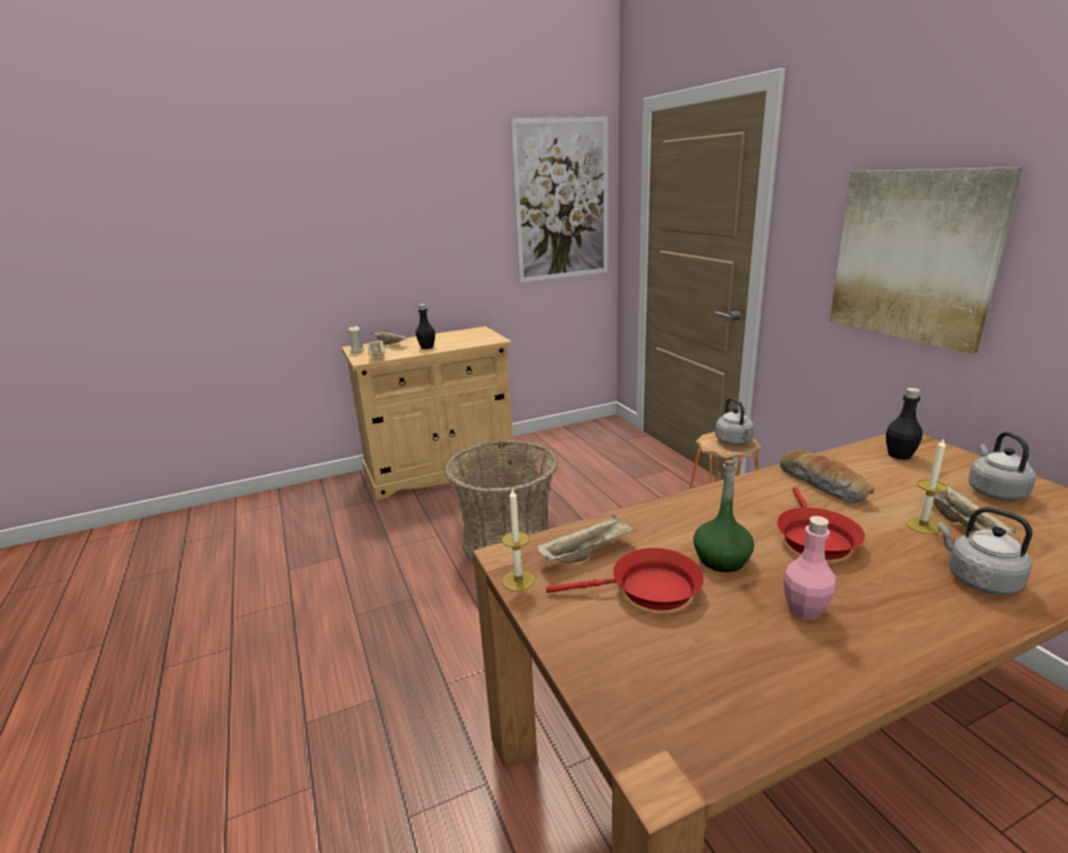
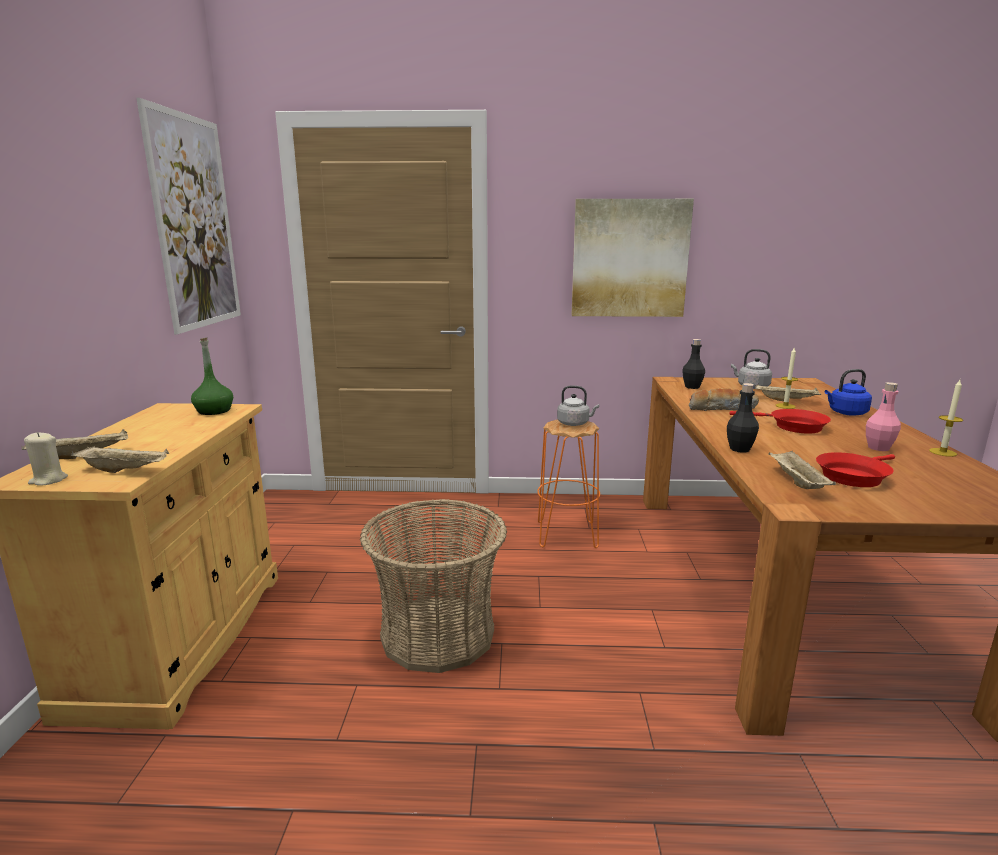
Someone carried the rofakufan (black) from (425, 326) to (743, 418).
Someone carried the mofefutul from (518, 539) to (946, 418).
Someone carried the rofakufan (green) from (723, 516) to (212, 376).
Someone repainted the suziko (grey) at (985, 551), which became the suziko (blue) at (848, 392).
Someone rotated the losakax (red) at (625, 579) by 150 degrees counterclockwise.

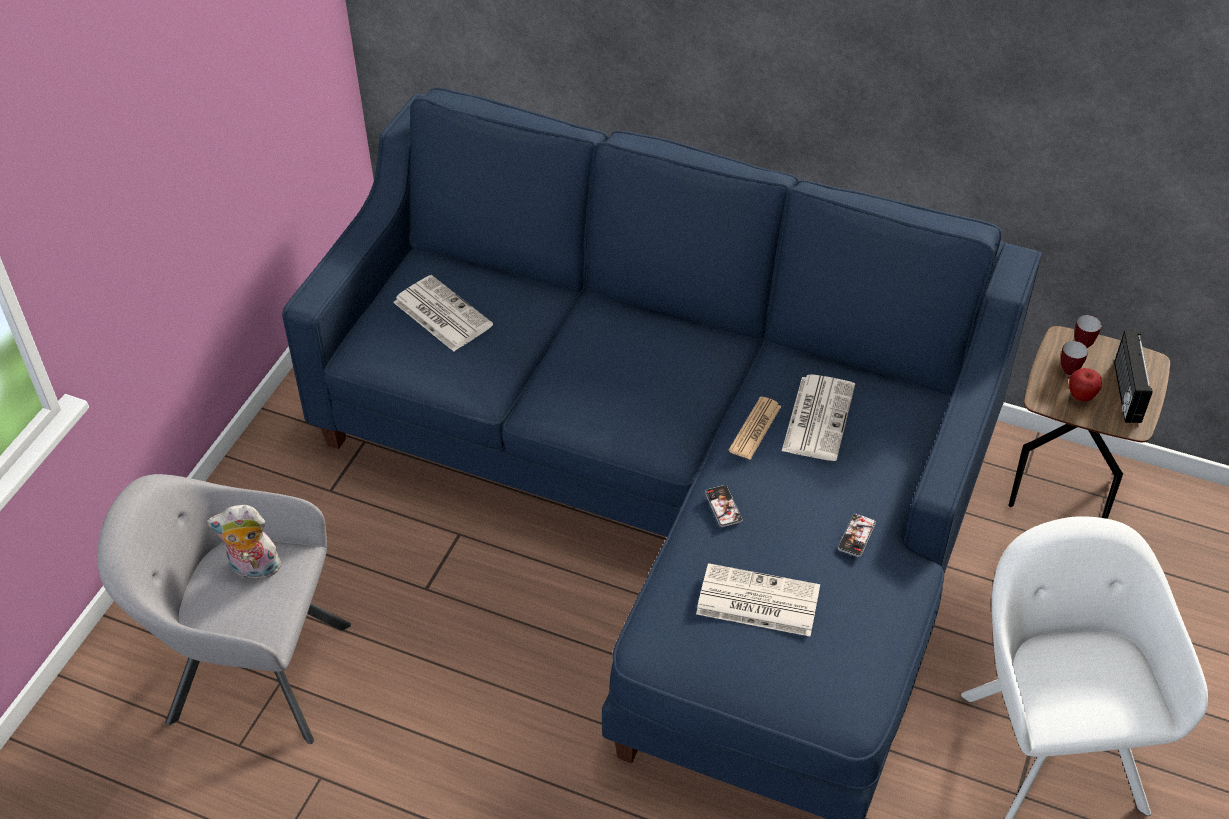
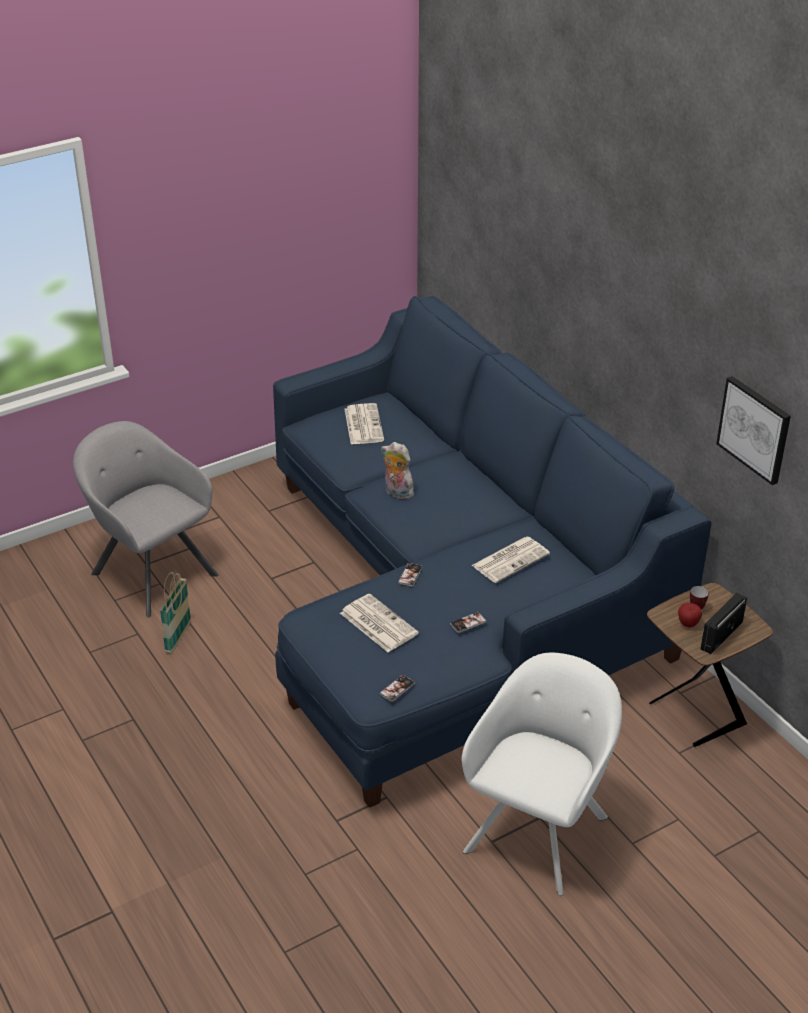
Someone took away the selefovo at (755, 428).
Someone took away the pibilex at (1088, 331).
Someone put down the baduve at (175, 612).
Someone put down the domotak at (397, 688).
Someone put up the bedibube at (753, 430).
Someone carried the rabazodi from (245, 542) to (397, 470).

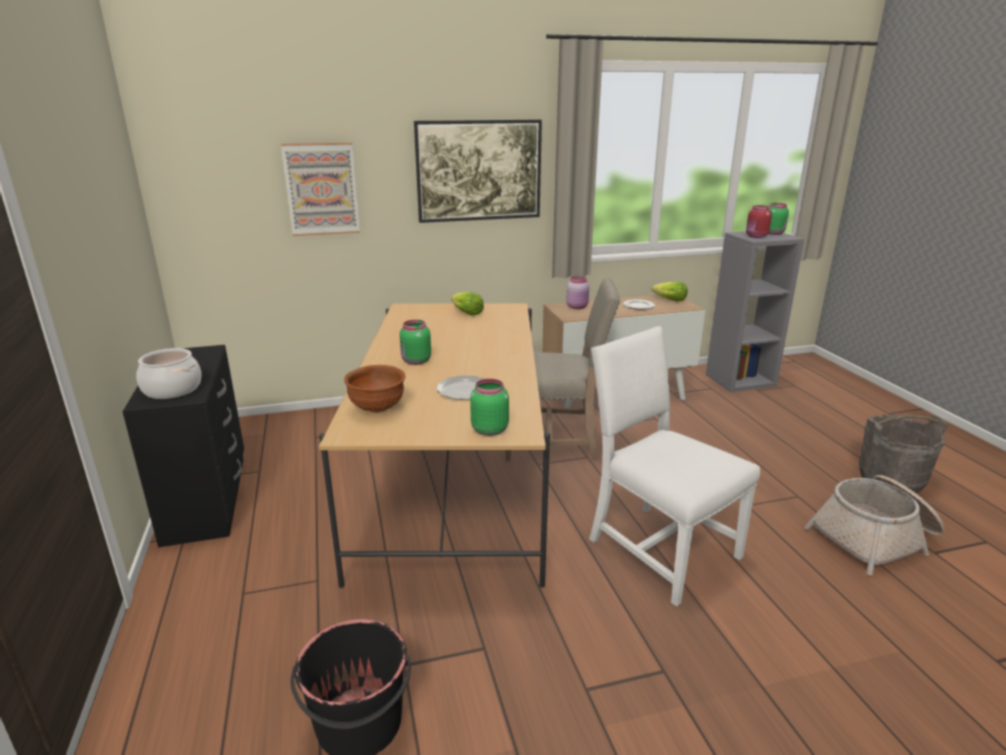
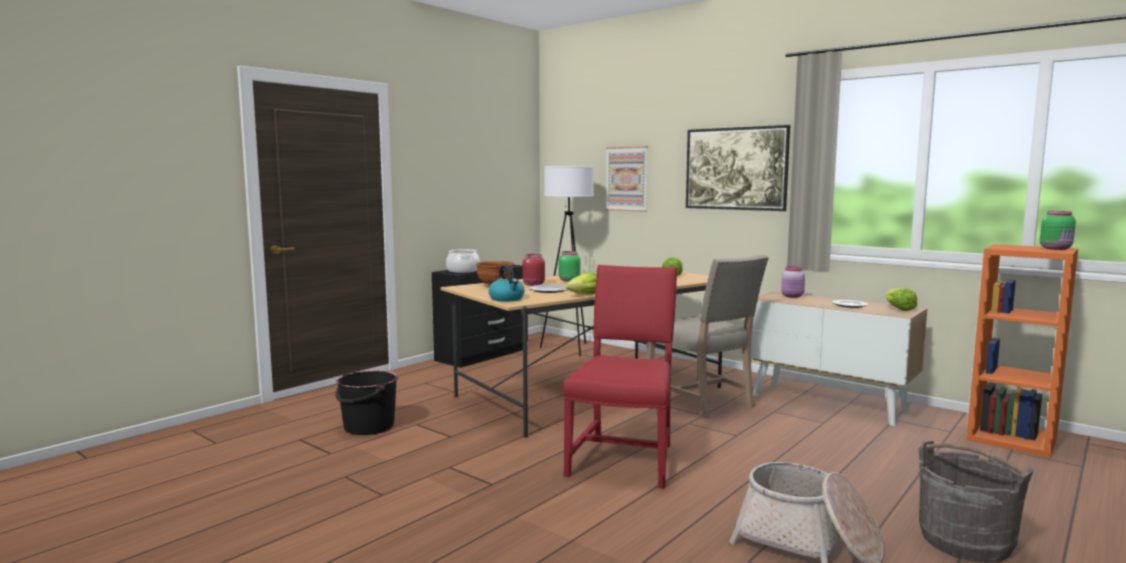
Someone put down the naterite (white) at (567, 261).
Someone put down the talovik at (581, 283).
Someone carried the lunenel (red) from (759, 221) to (533, 270).
Someone swapped the lunenel (green) at (489, 407) for the suziko at (507, 283).
Someone repainted the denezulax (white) at (674, 466), which became the denezulax (red) at (620, 377).
Someone repainted the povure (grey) at (755, 311), which became the povure (orange) at (1022, 351).

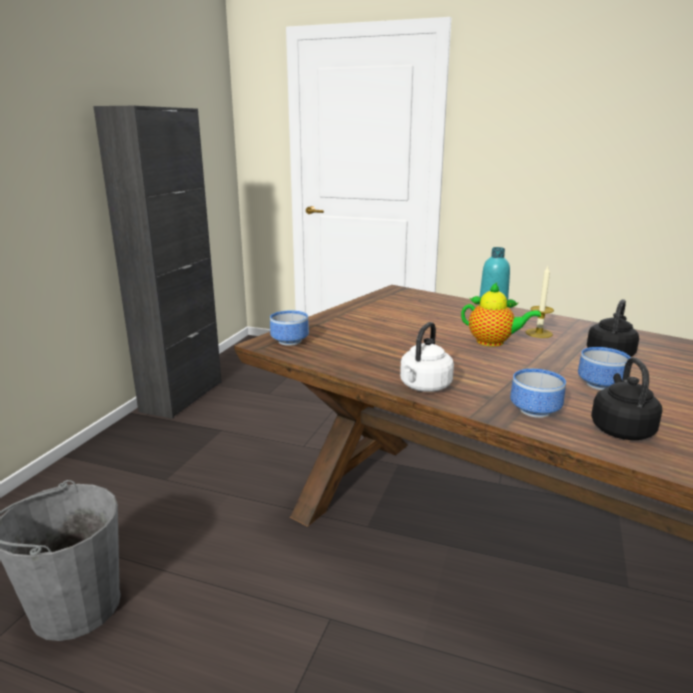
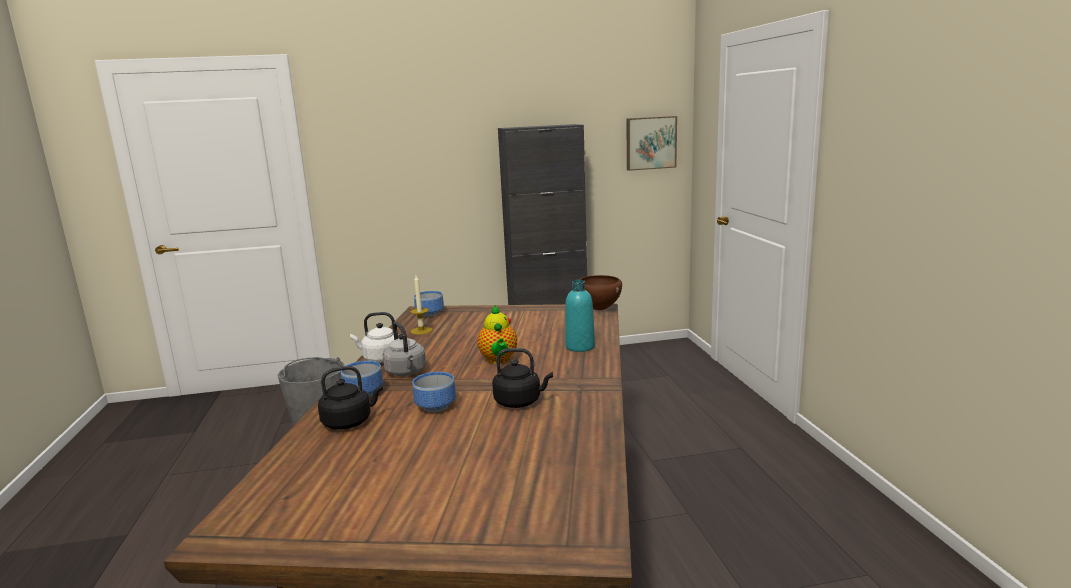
Someone put down the suziko (grey) at (404, 349).
Someone put down the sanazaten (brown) at (601, 292).
Someone put up the bedibube at (652, 143).
Someone carried the mofefutul from (540, 302) to (421, 305).

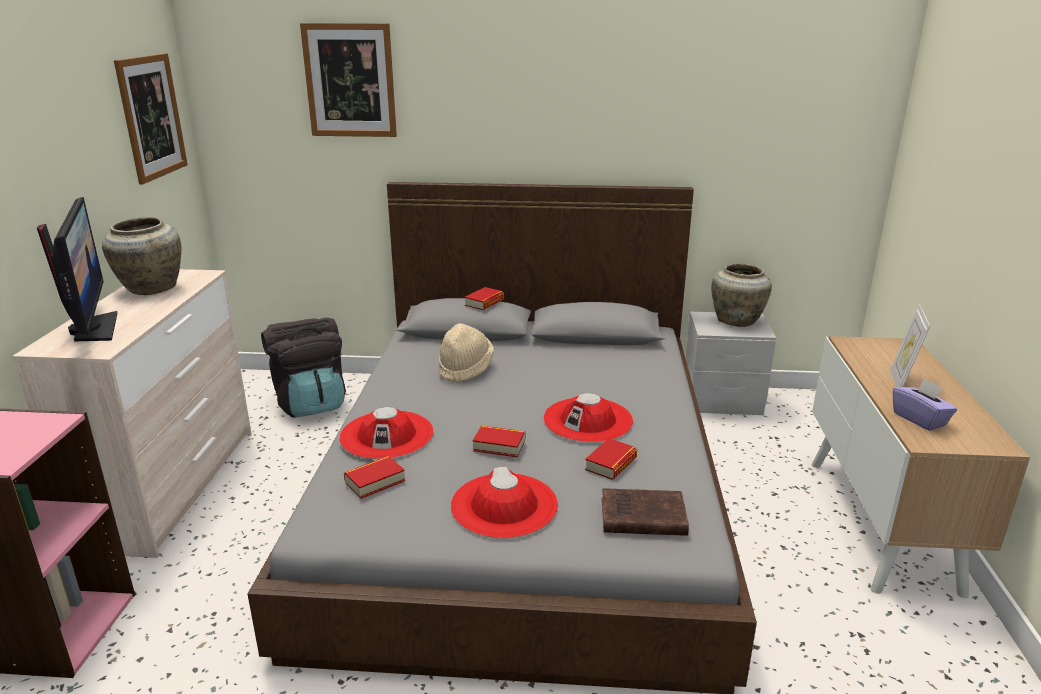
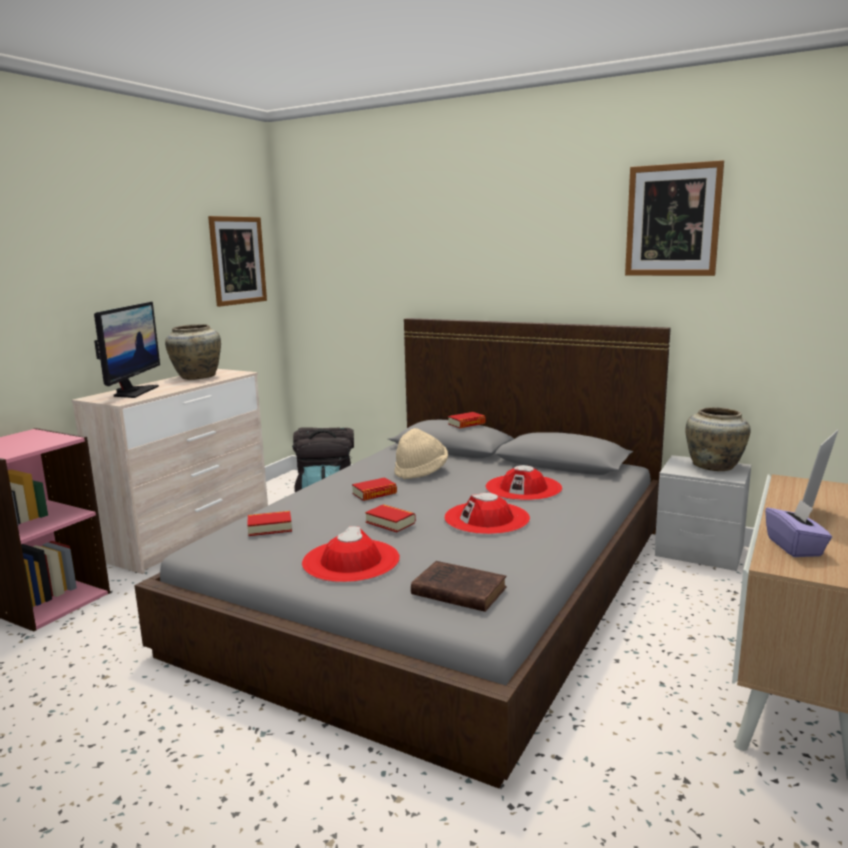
Someone carried the bedibube from (348, 80) to (674, 218).
Someone carried the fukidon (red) from (386, 433) to (524, 483).
Someone carried the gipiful from (611, 459) to (374, 489).

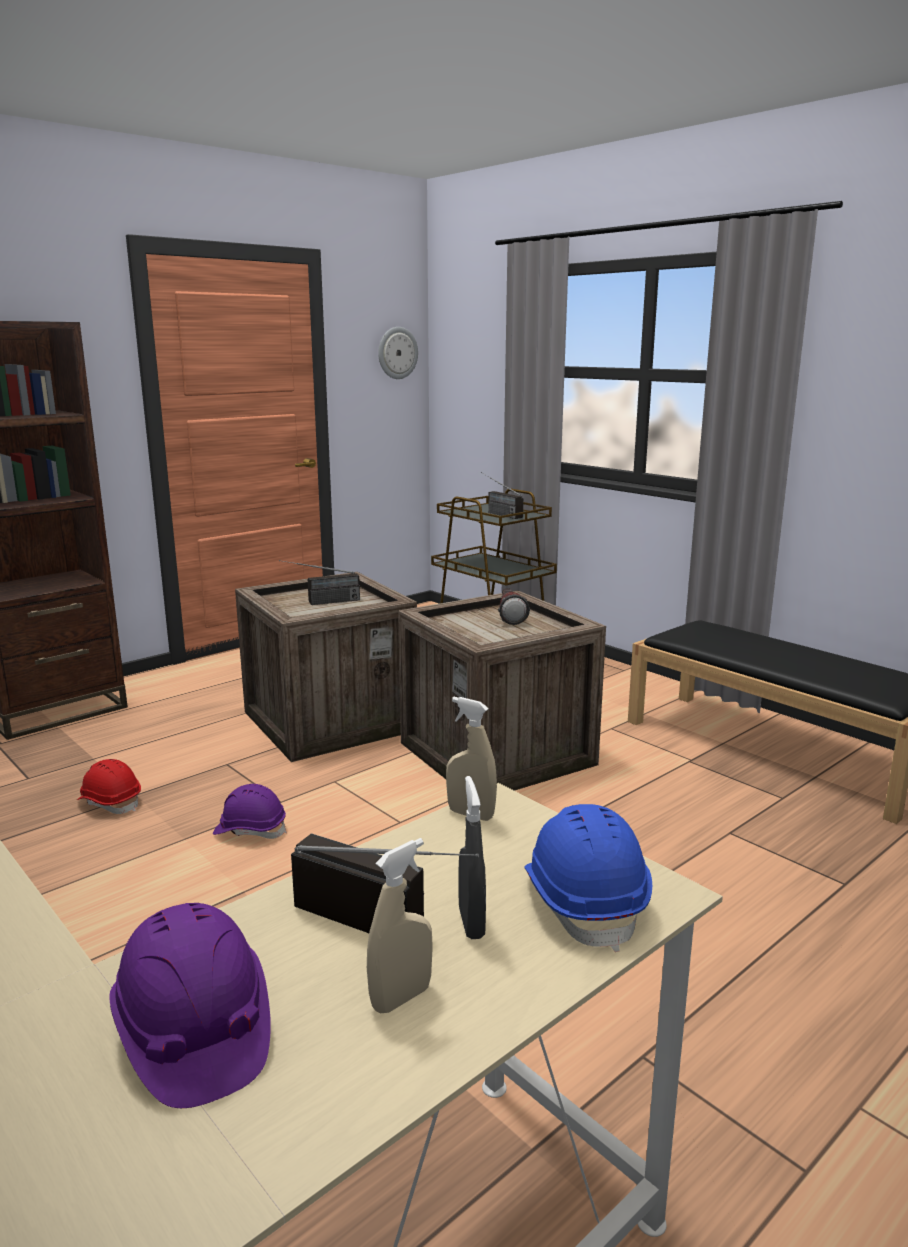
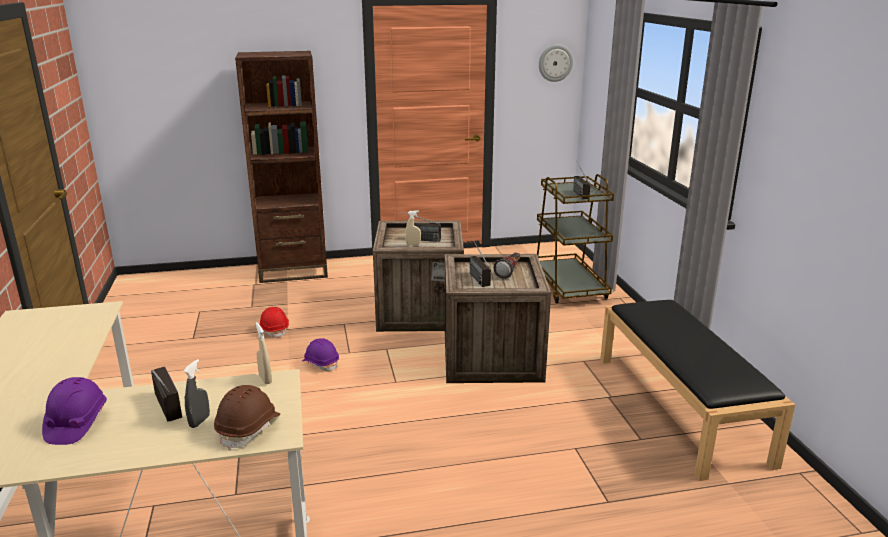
Someone put down the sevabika at (480, 261).
Someone carried the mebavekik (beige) from (400, 925) to (413, 228).
Someone repainted the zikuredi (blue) at (588, 878), which became the zikuredi (brown) at (247, 418).

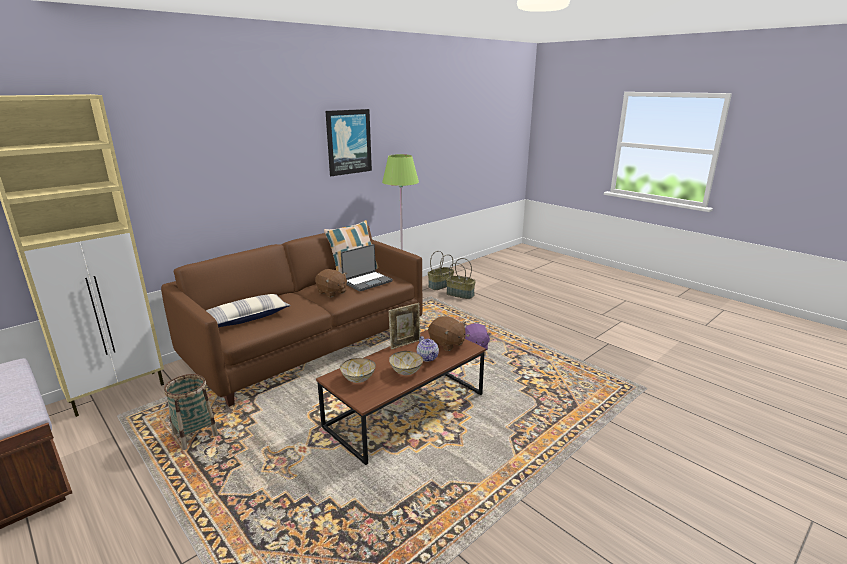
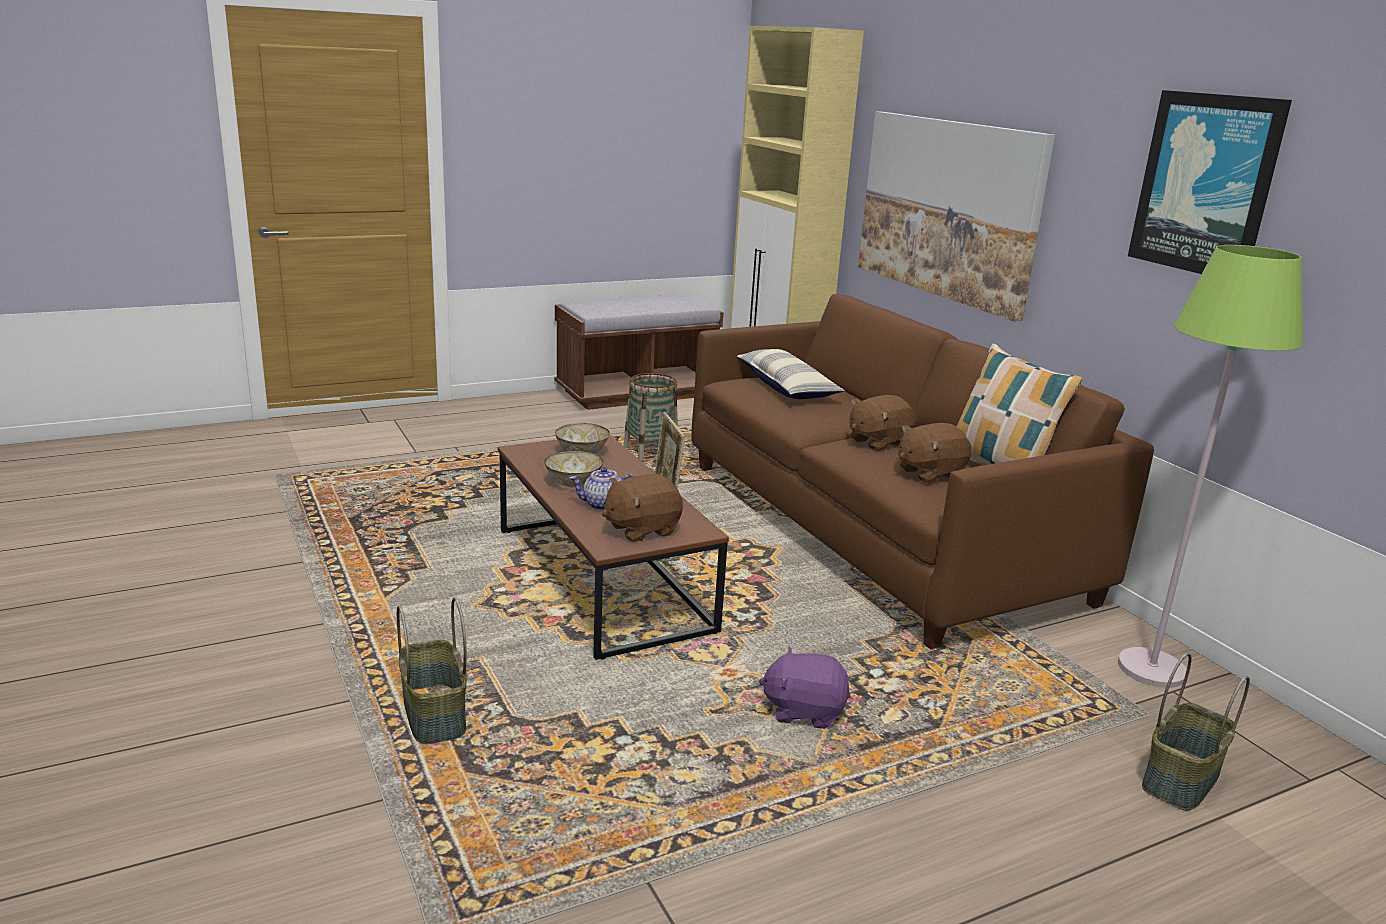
Someone put up the bedibube at (956, 216).
Someone carried the baduve from (441, 270) to (432, 670).
Someone swapped the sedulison at (367, 267) for the rabazodi (brown) at (935, 453).

